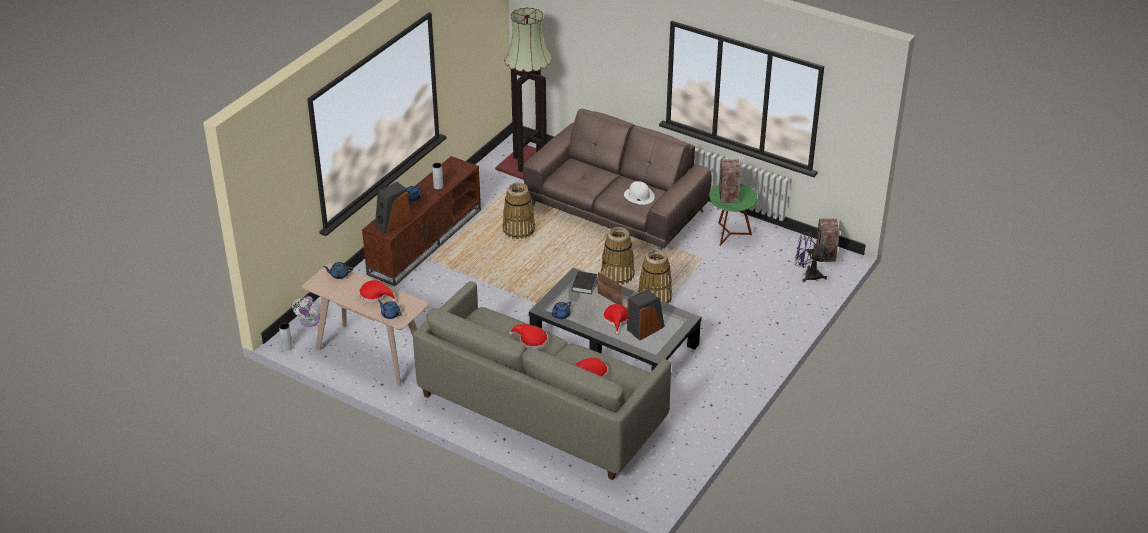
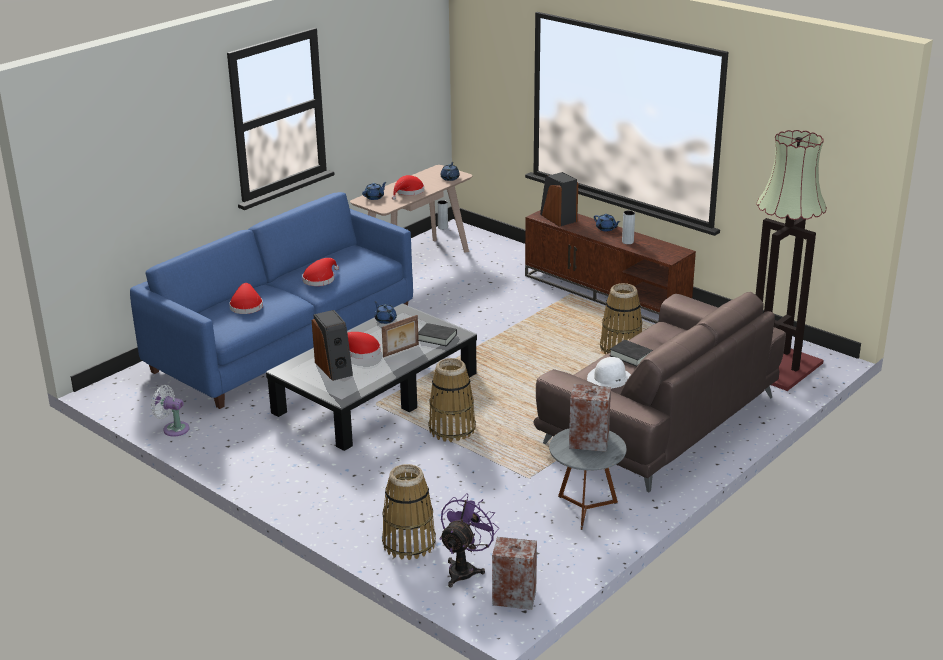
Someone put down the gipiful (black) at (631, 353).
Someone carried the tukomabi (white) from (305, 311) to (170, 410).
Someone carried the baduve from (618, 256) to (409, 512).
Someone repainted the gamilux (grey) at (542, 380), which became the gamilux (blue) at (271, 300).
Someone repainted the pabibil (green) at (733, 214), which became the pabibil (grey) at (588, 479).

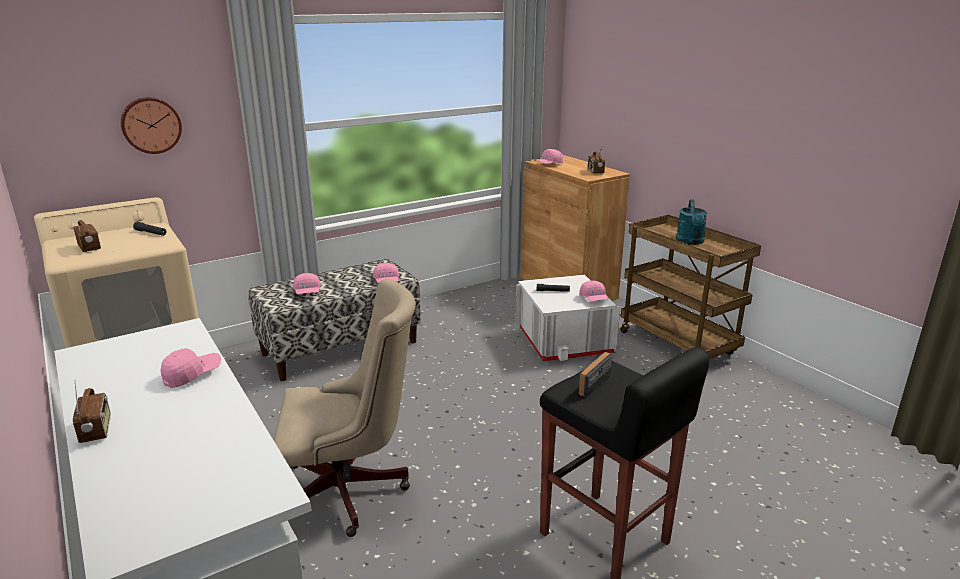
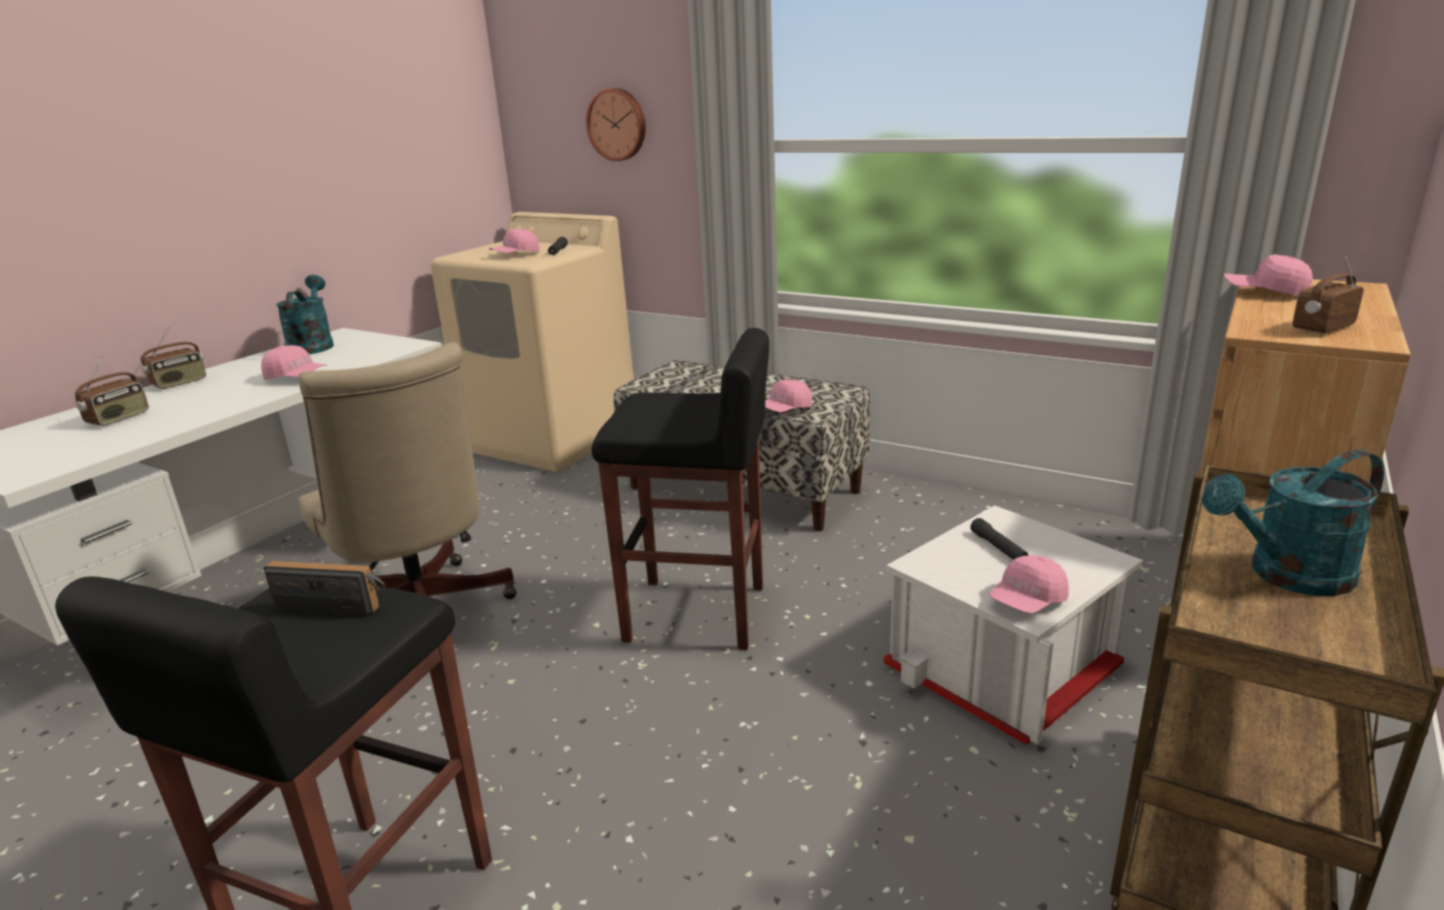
Someone put down the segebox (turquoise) at (305, 315).
Someone put down the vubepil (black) at (680, 489).
Someone carried the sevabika from (87, 231) to (112, 391).
Someone carried the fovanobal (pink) from (307, 283) to (514, 241).

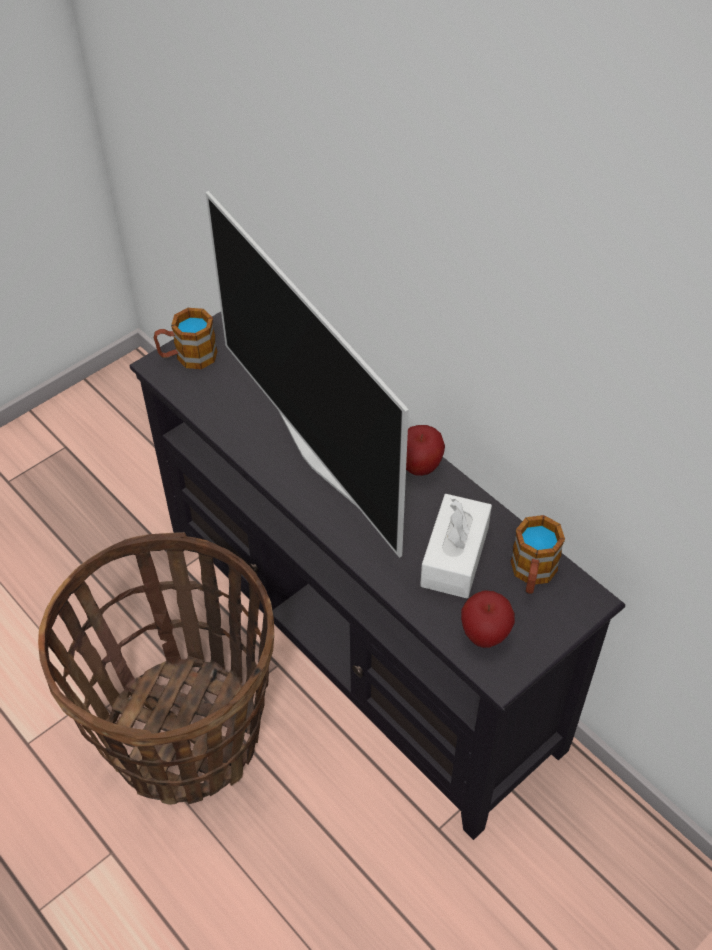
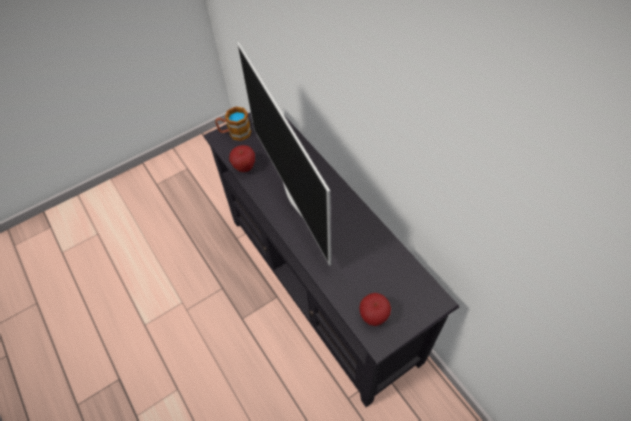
Someone took away the baduve at (156, 668).
Someone took away the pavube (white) at (456, 546).
Someone took away the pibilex at (538, 554).
Someone carried the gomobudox from (425, 450) to (242, 158).

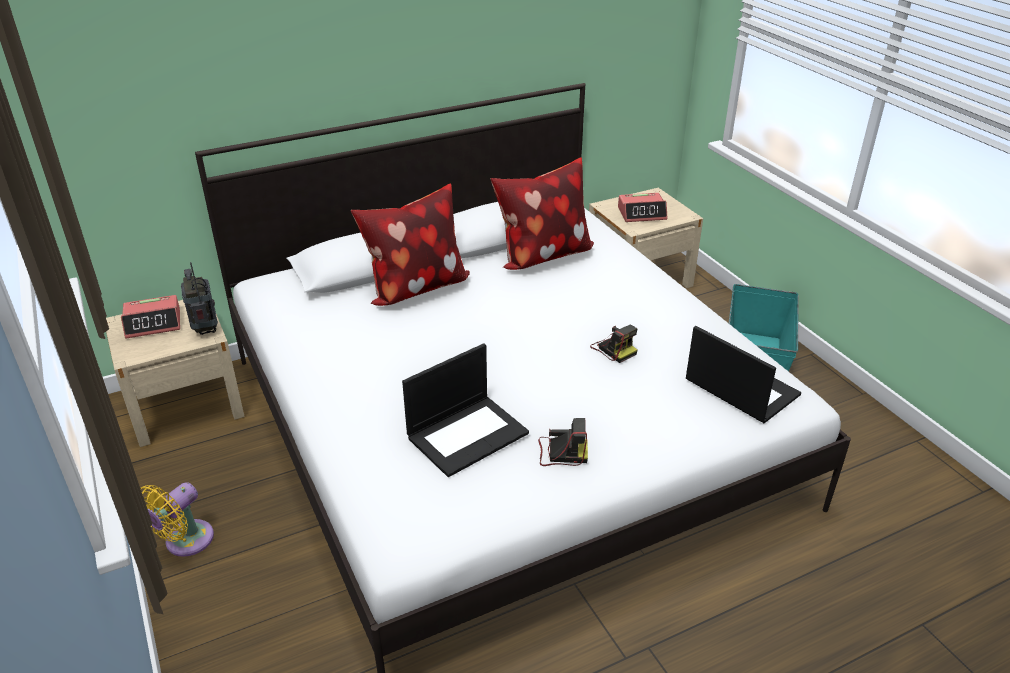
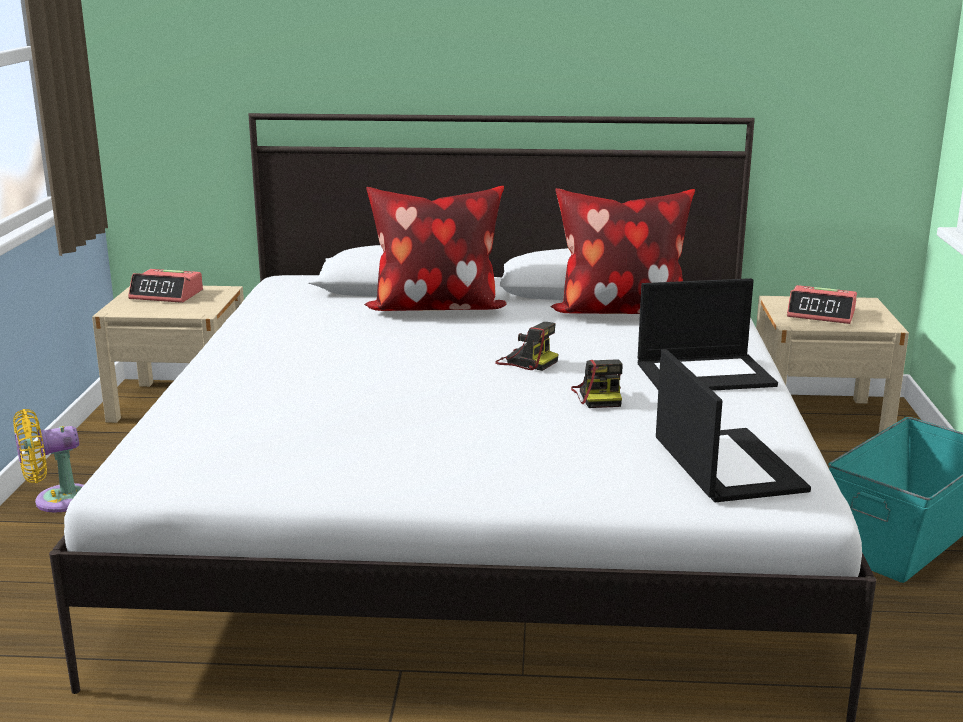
Someone took away the sevabika at (199, 298).
Someone carried the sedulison from (465, 410) to (708, 334).
Someone carried the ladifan from (563, 442) to (527, 346).

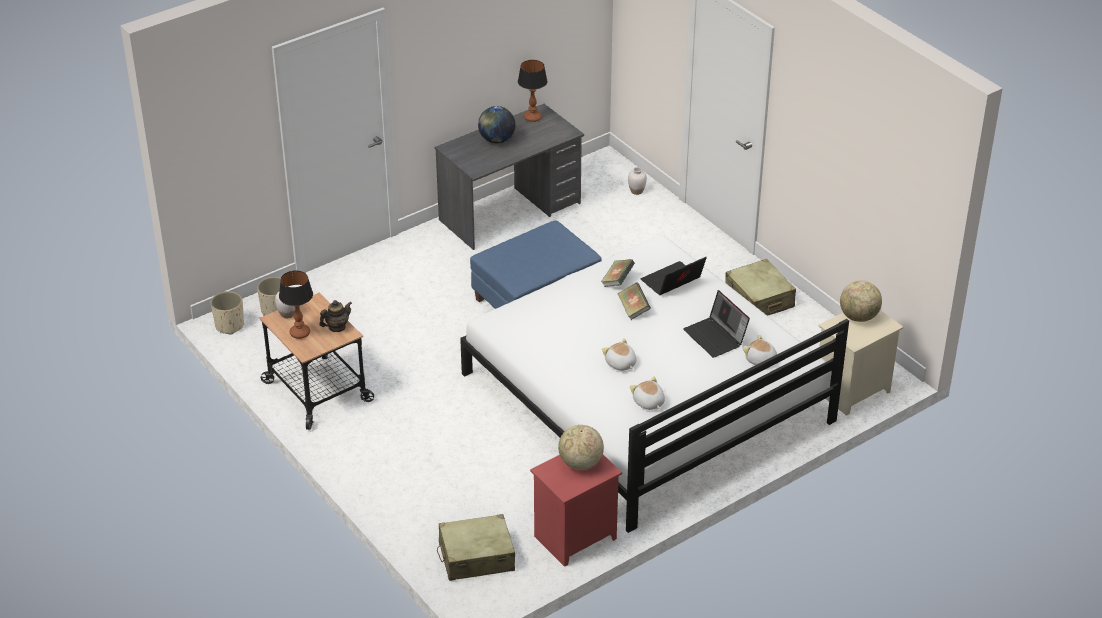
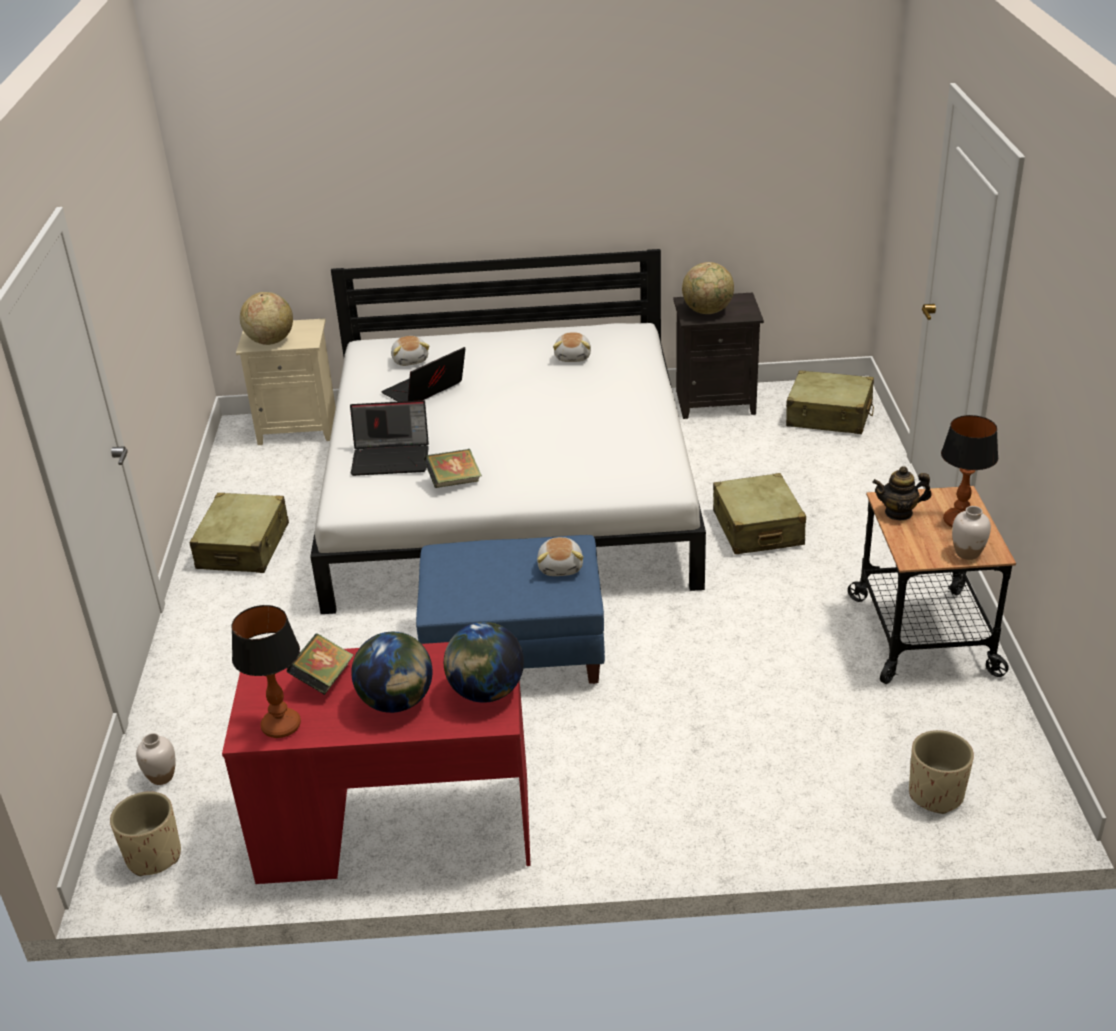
Someone put down the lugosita at (484, 662).
Someone put down the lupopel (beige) at (759, 513).
Someone carried the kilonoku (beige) from (227, 312) to (145, 833).
Someone carried the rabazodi from (619, 354) to (560, 556).
Someone carried the gipiful from (634, 301) to (319, 664).
Someone repainted the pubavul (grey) at (509, 177), which became the pubavul (red) at (376, 761).
Someone repainted the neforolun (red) at (576, 511), which became the neforolun (black) at (718, 356).
Someone rotated the sedulison at (716, 324) by 135 degrees counterclockwise.

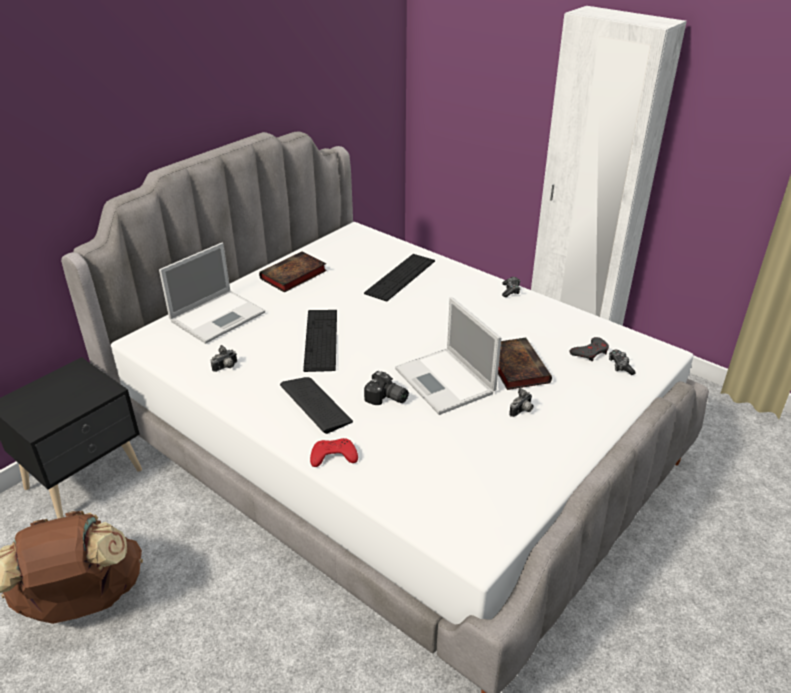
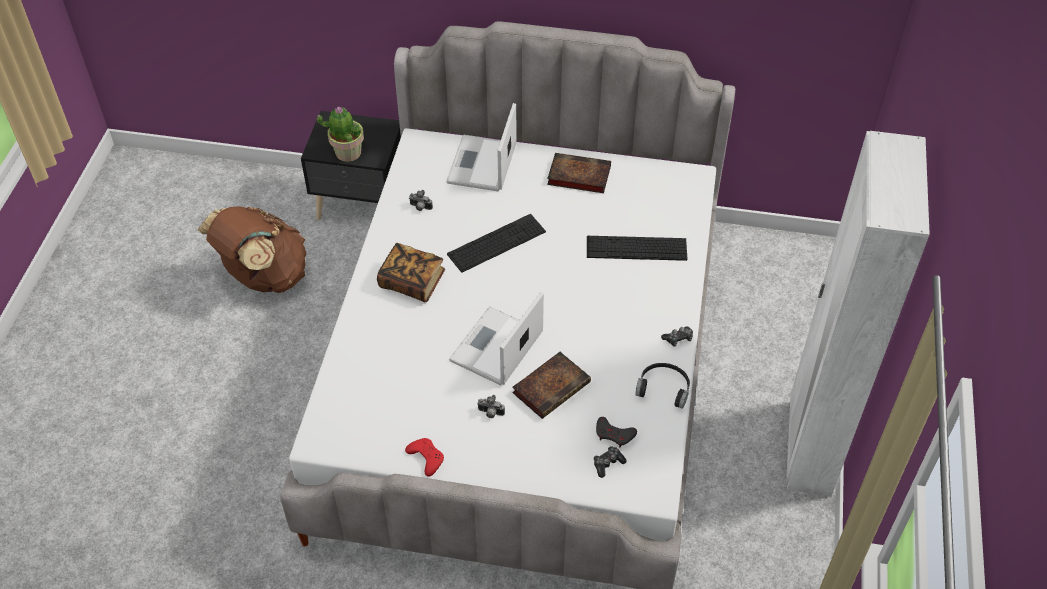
Someone took away the ladifan at (386, 388).
Someone put down the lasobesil at (340, 134).
Someone put down the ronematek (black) at (662, 386).
Someone carried the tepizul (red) from (334, 452) to (424, 457).
Someone swapped the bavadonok at (316, 405) for the gipiful at (411, 272).
Someone rotated the sedulison at (212, 293) by 90 degrees clockwise.

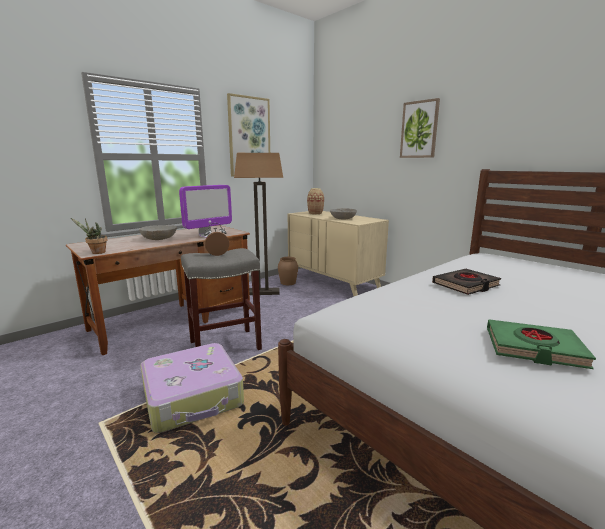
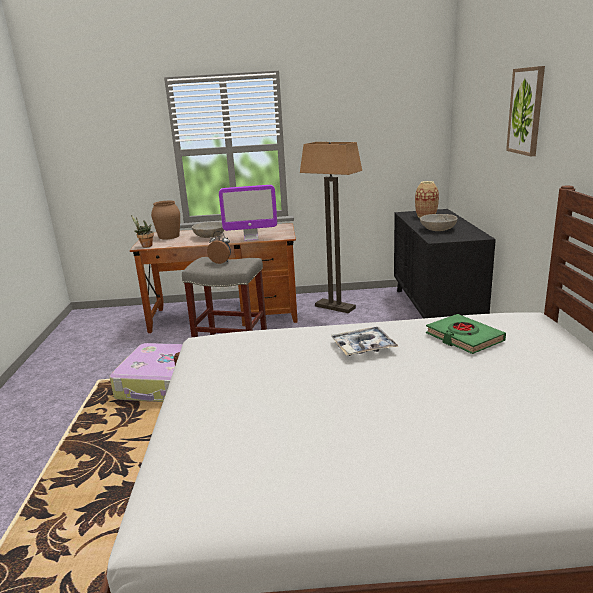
Someone took away the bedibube at (248, 134).
Someone carried the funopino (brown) from (288, 271) to (165, 220).
Someone carried the gipiful (green) from (541, 344) to (466, 334).
Someone swapped the gipiful (black) at (466, 282) for the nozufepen at (365, 341).
Someone repainted the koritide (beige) at (338, 253), which became the koritide (black) at (445, 263).

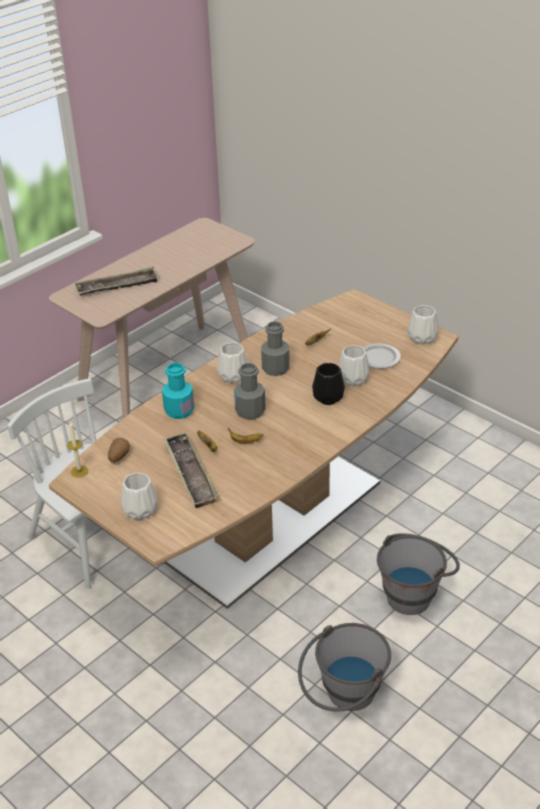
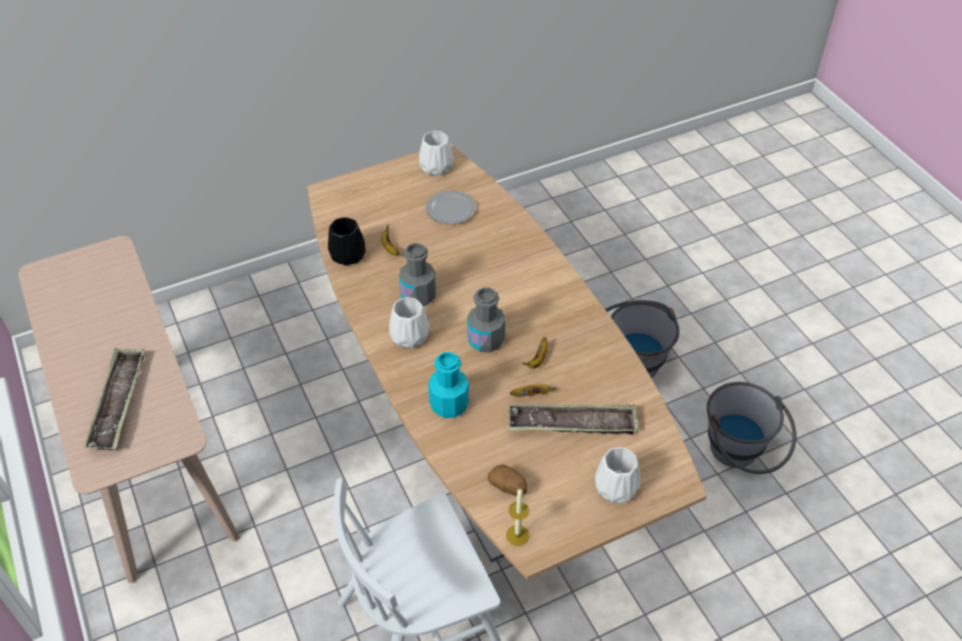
Someone took away the funopino (white) at (354, 365).
Someone carried the funopino (black) from (328, 384) to (347, 241).

